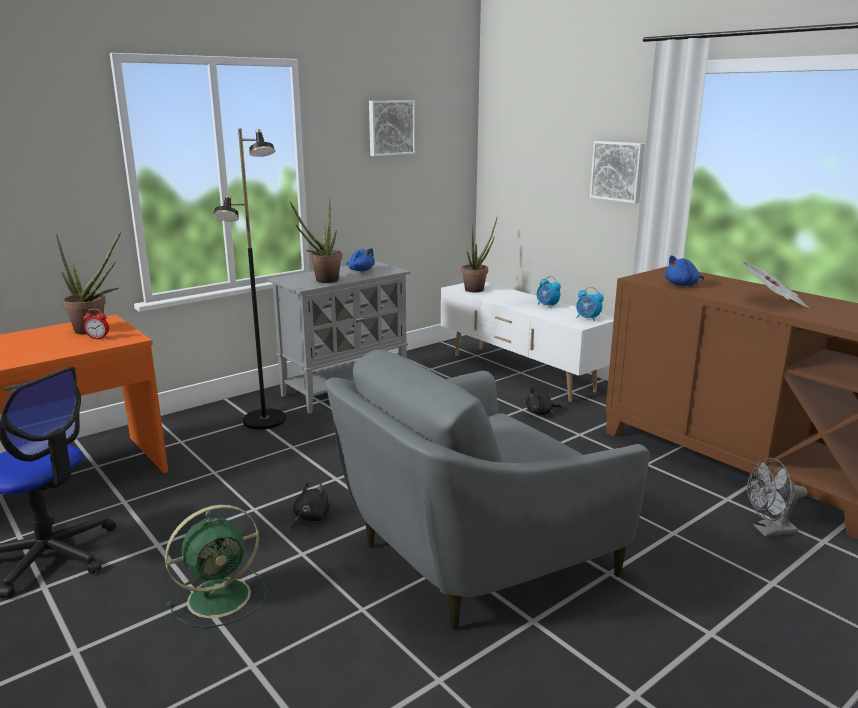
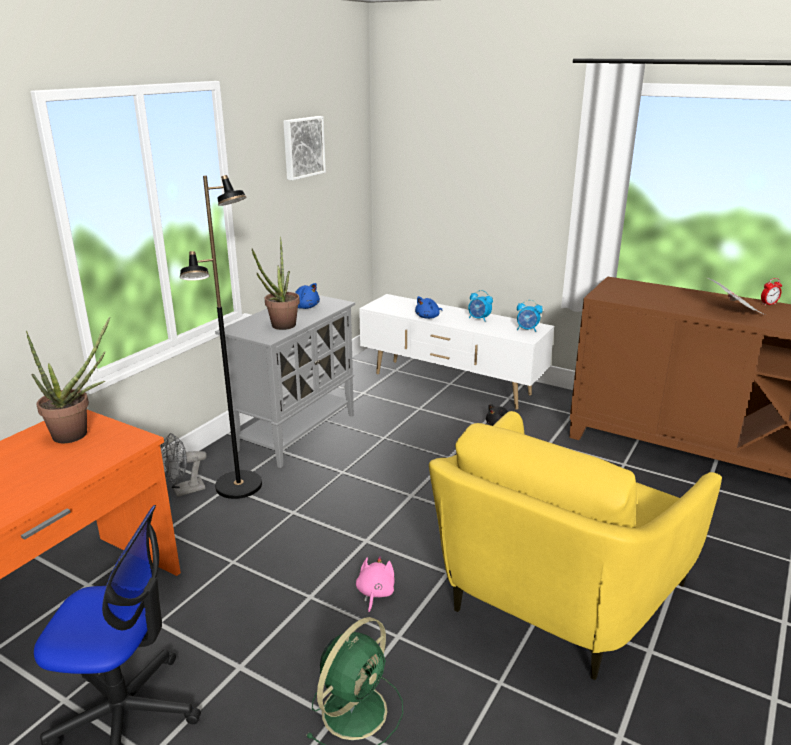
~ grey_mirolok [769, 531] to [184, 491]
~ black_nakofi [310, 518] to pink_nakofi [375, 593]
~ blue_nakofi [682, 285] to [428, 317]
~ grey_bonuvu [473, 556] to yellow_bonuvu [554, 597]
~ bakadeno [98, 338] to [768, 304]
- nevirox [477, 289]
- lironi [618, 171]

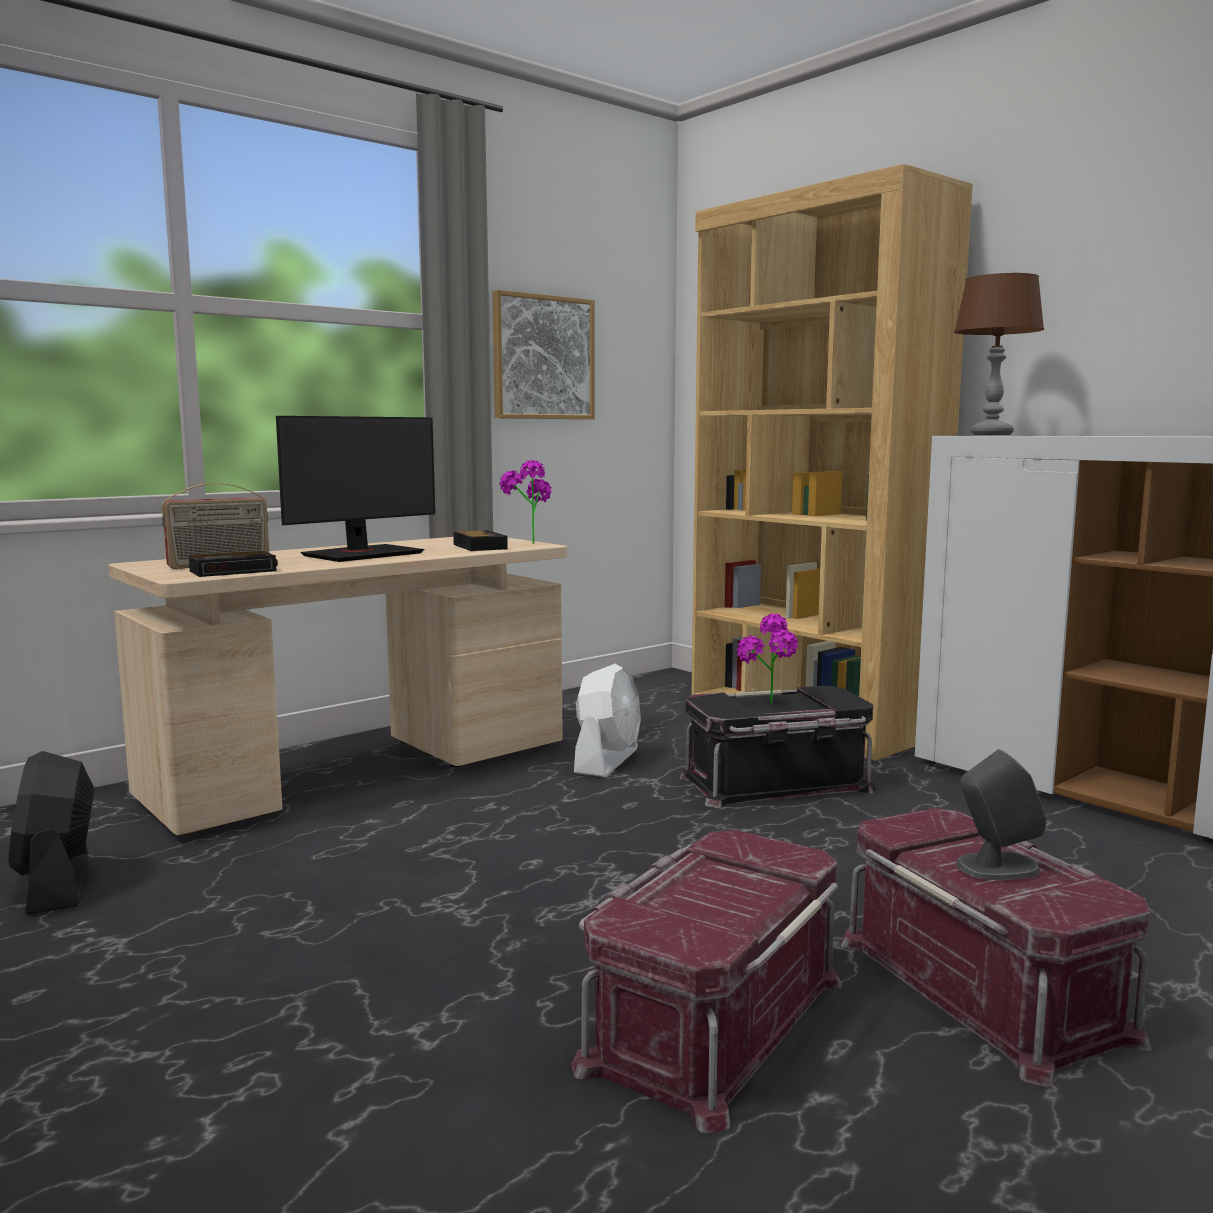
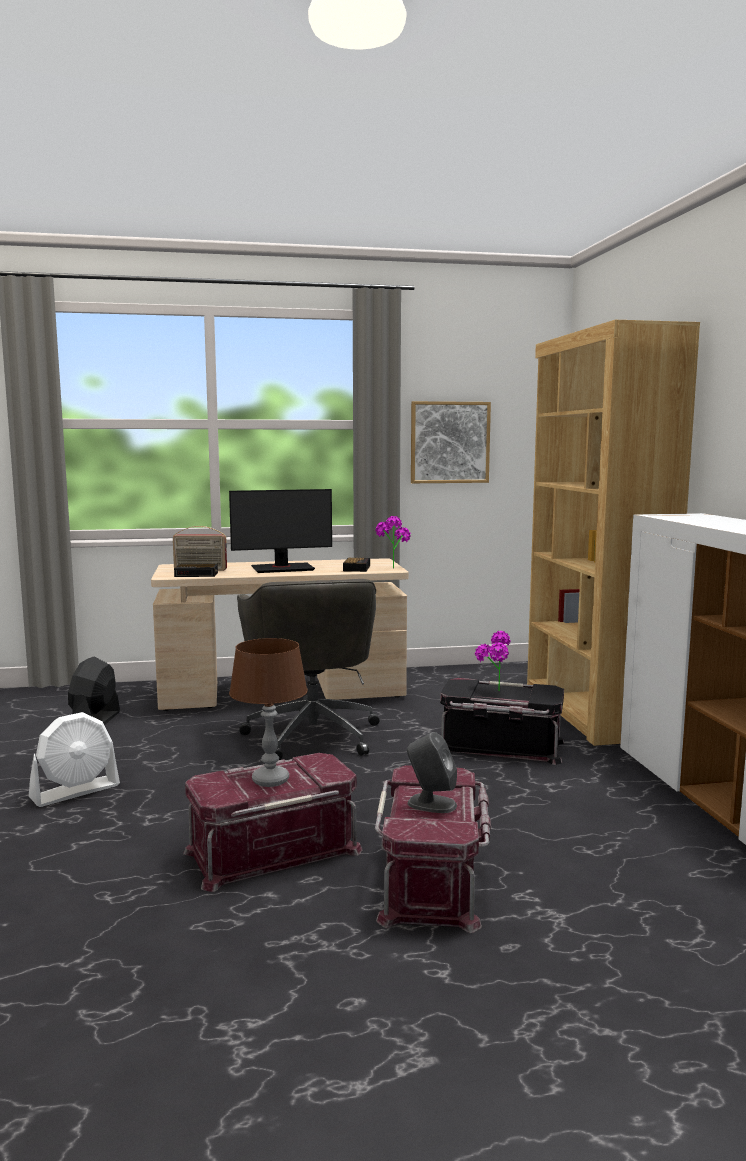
~ white_mirolok [607, 761] to [75, 791]
~ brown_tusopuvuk [991, 435] to [270, 780]
+ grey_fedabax [312, 734]

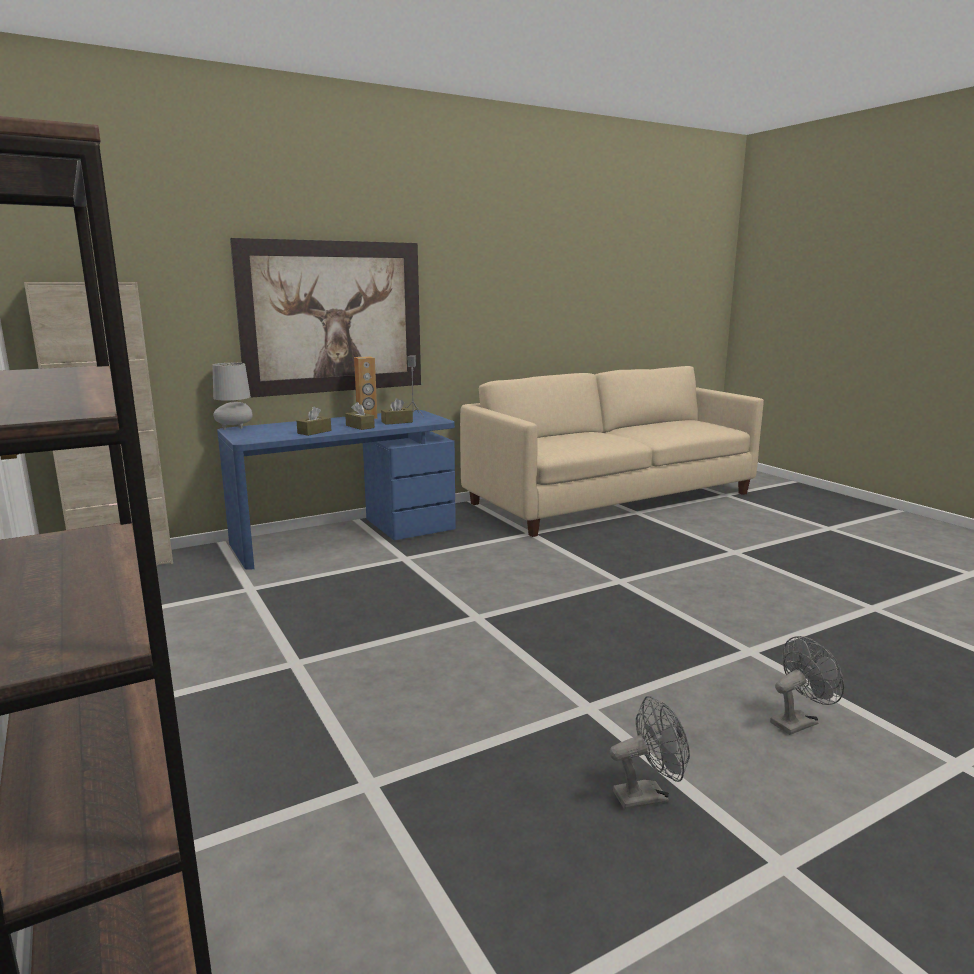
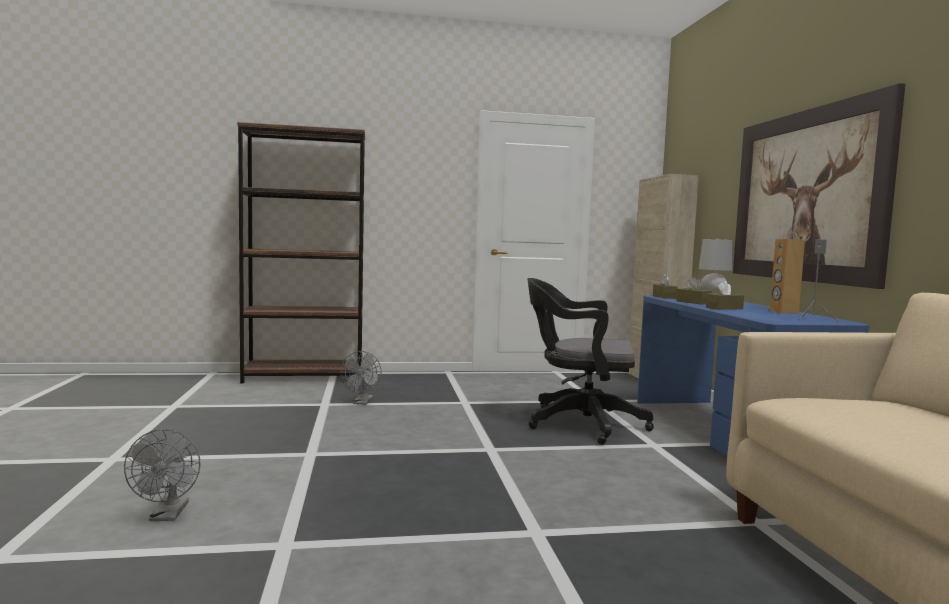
~ grey_mirolok [648, 795] to [362, 402]
+ black_fedabax [579, 423]
~ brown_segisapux [397, 422] to [664, 297]

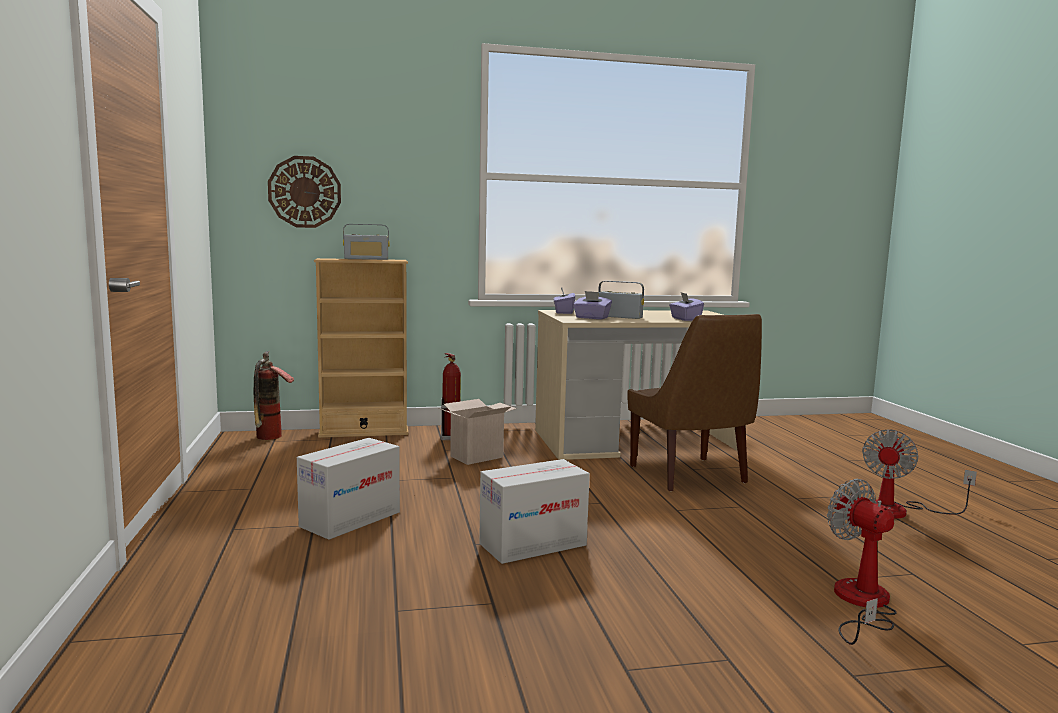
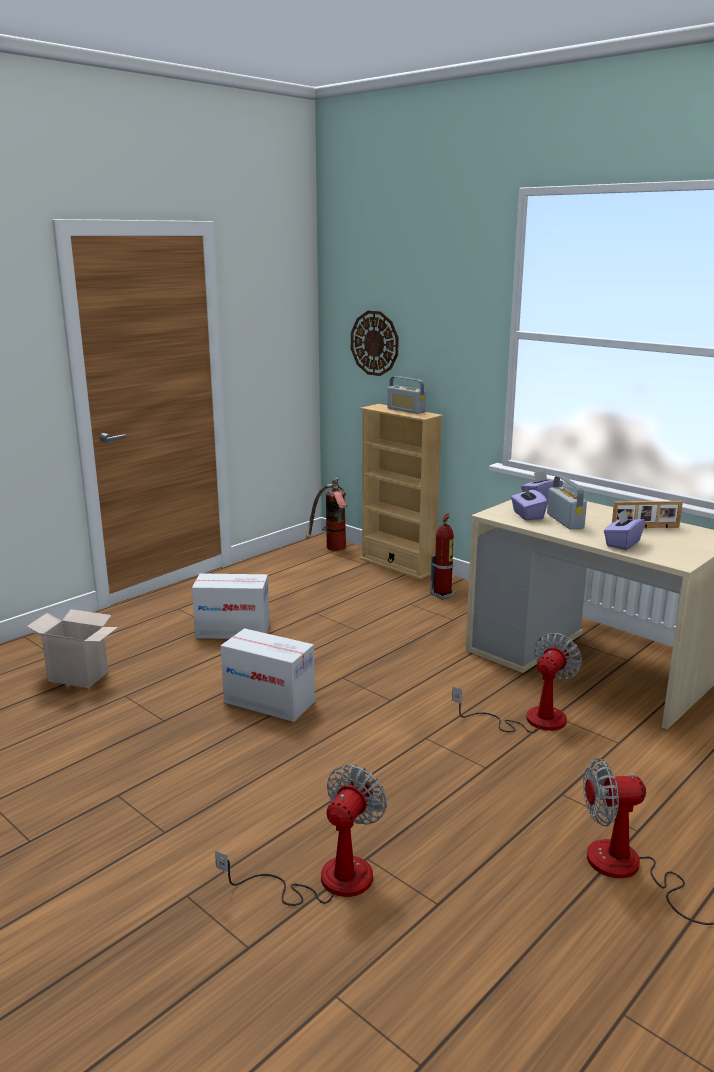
~ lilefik [477, 456] to [80, 676]
~ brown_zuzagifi [690, 476] to mirolok [530, 720]
+ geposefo [645, 527]

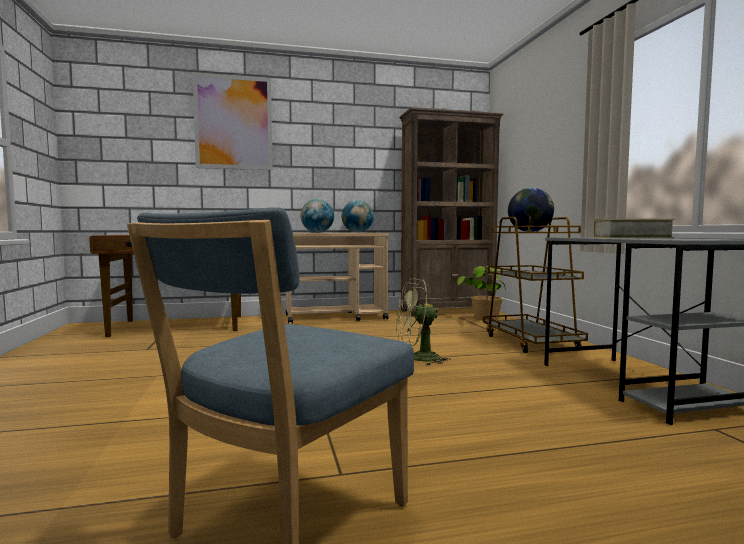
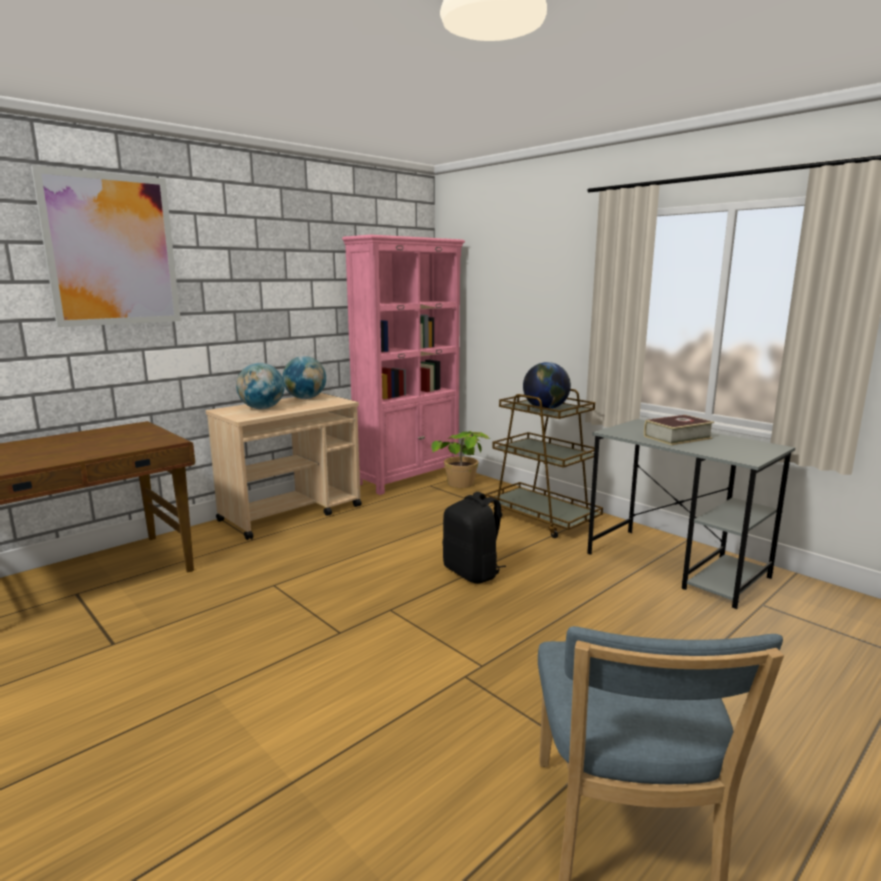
~ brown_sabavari [448, 311] to pink_sabavari [409, 477]
~ green_mirolok [418, 358] to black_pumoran [472, 572]

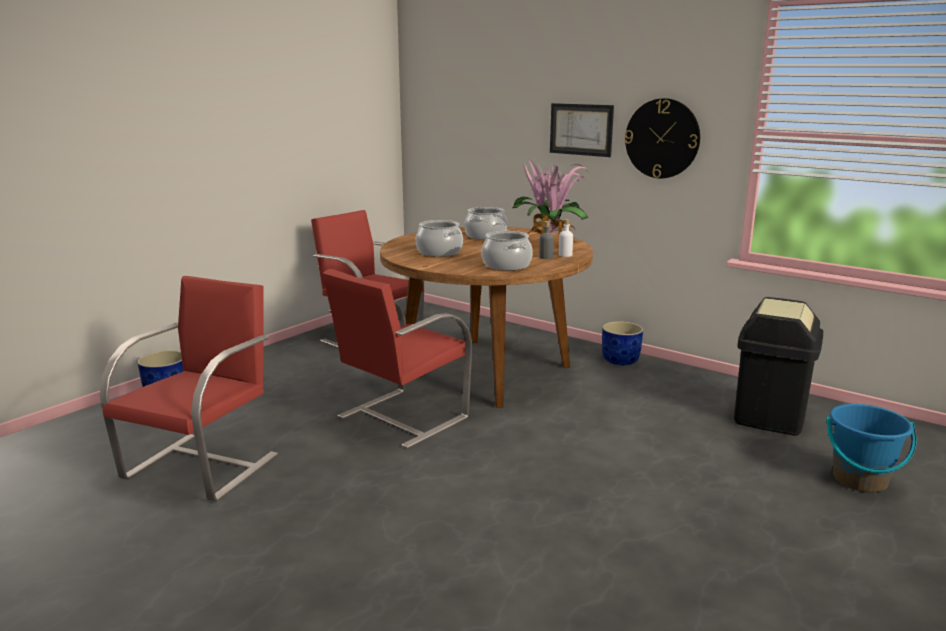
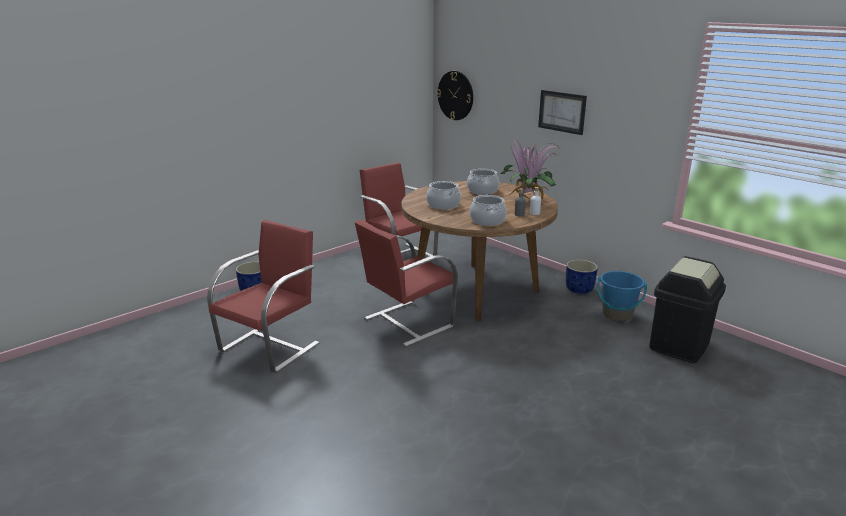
~ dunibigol [662, 138] to [455, 95]
~ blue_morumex [859, 480] to [617, 315]

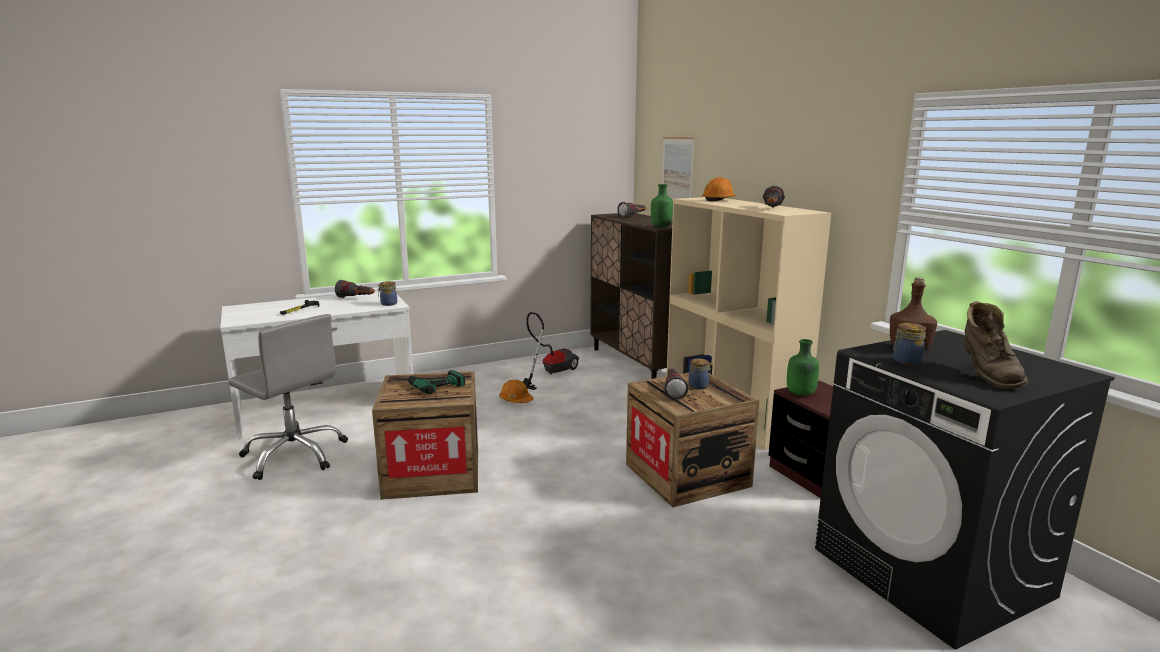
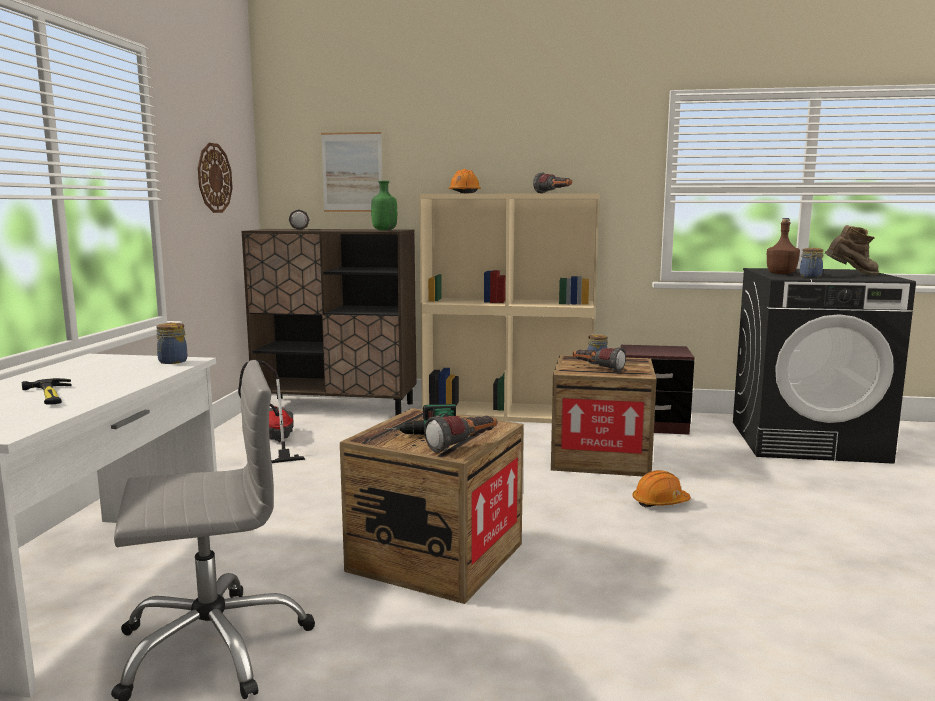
+ dunibigol [214, 178]
~ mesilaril [357, 299] to [464, 446]
~ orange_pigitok [516, 400] to [660, 502]
~ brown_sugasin [986, 376] = [852, 275] 45 degrees counterclockwise
- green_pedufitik [800, 394]

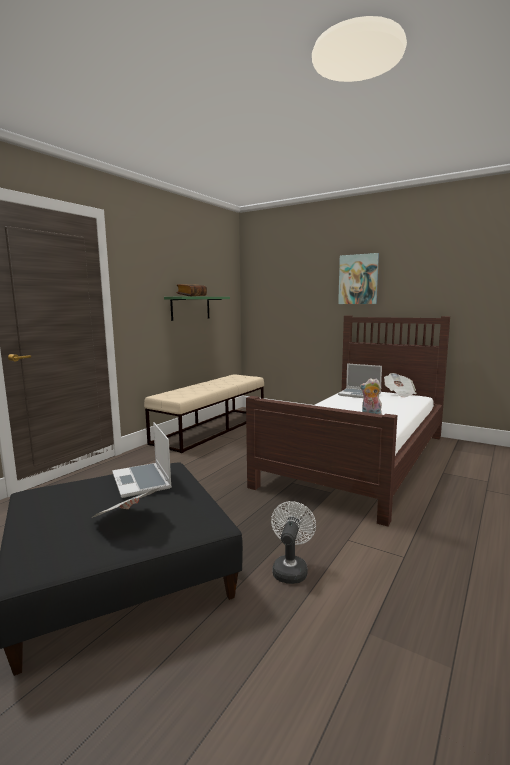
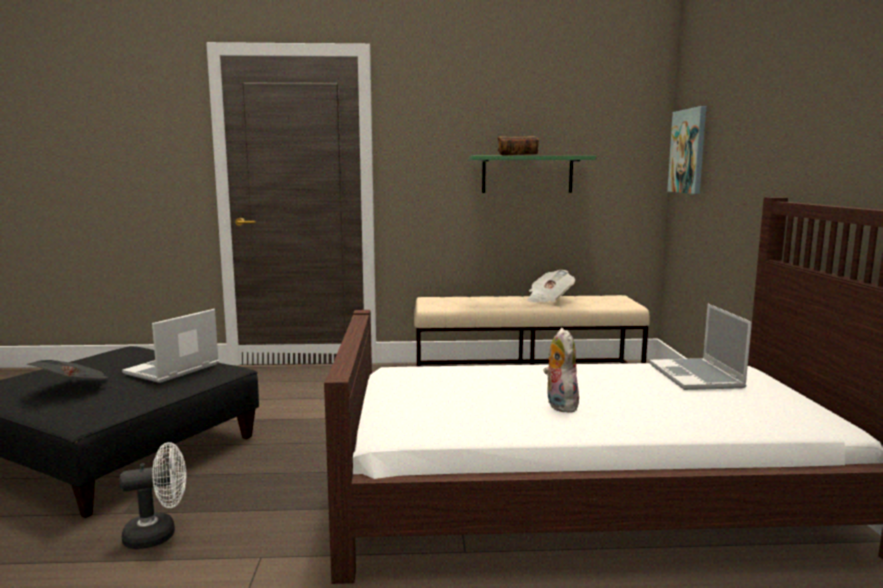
~ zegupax [399, 393] to [548, 299]
~ lironi [358, 279] to [688, 151]

